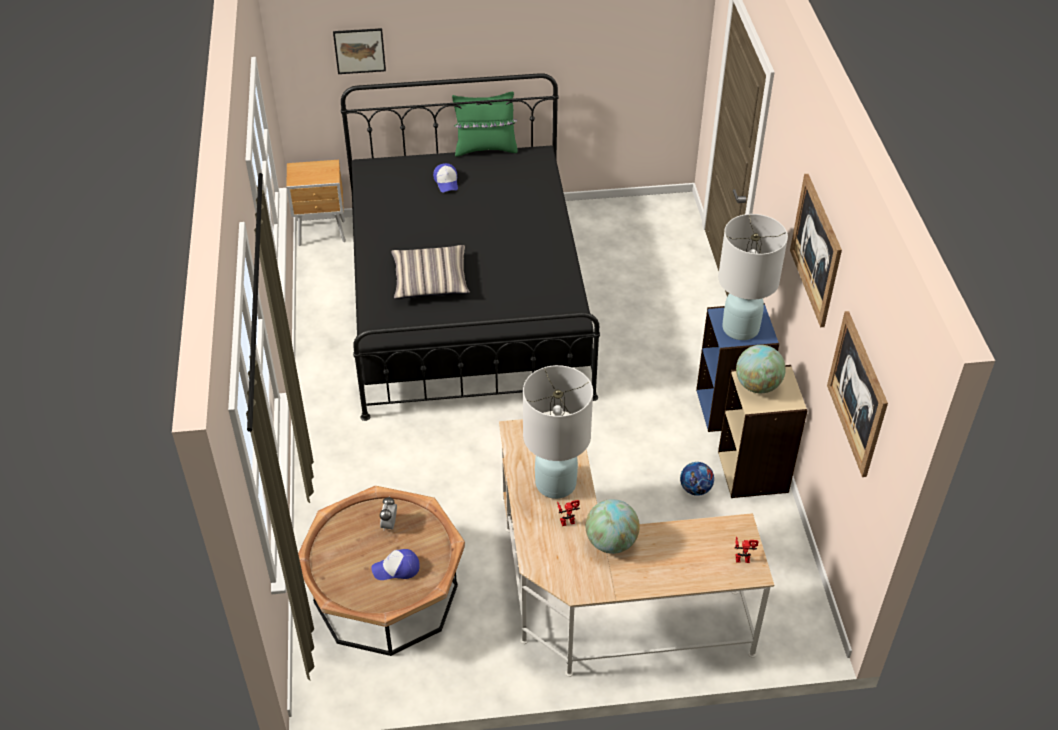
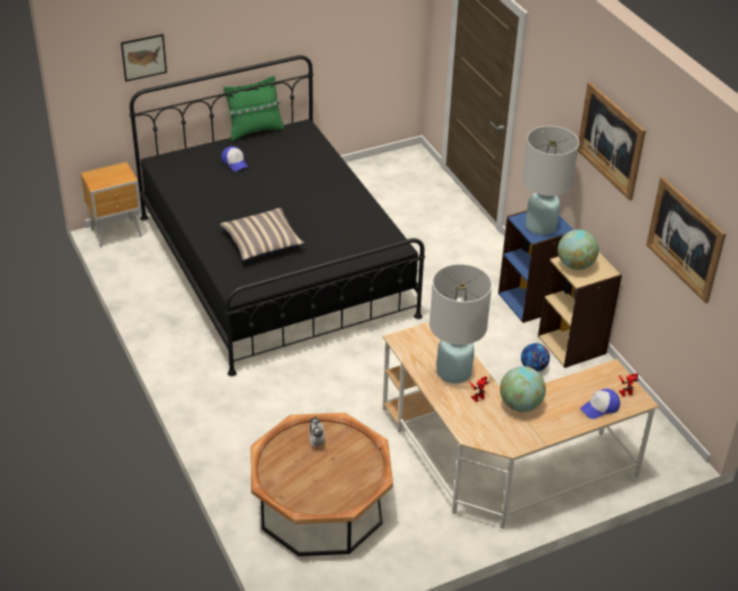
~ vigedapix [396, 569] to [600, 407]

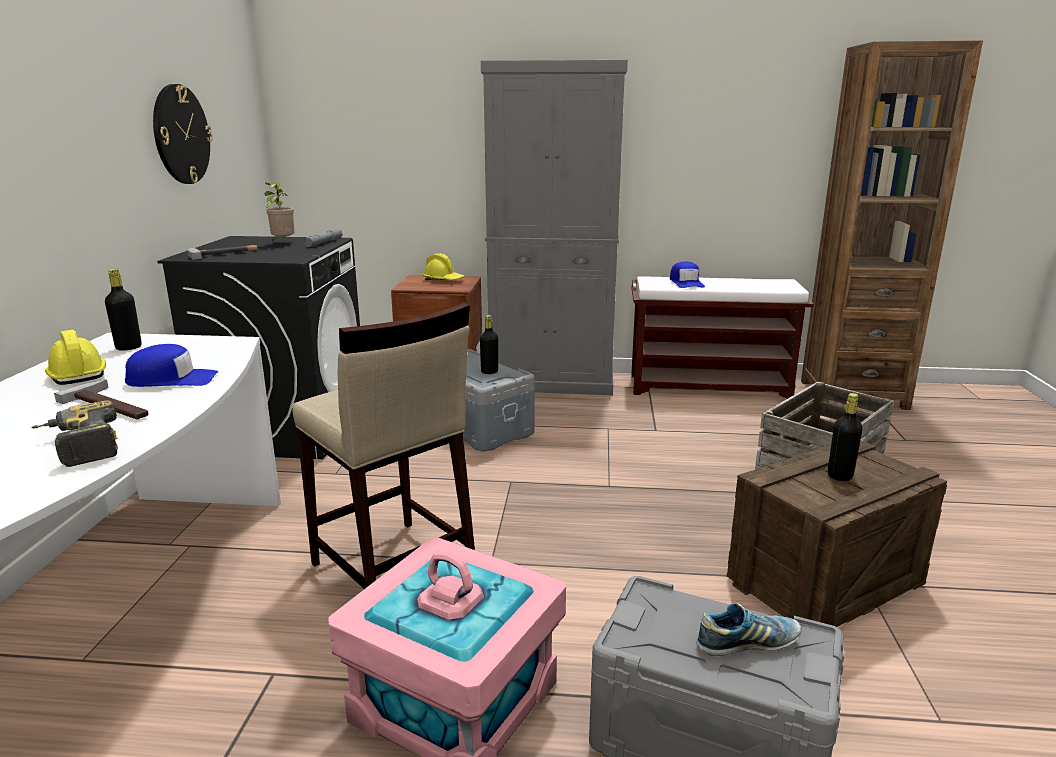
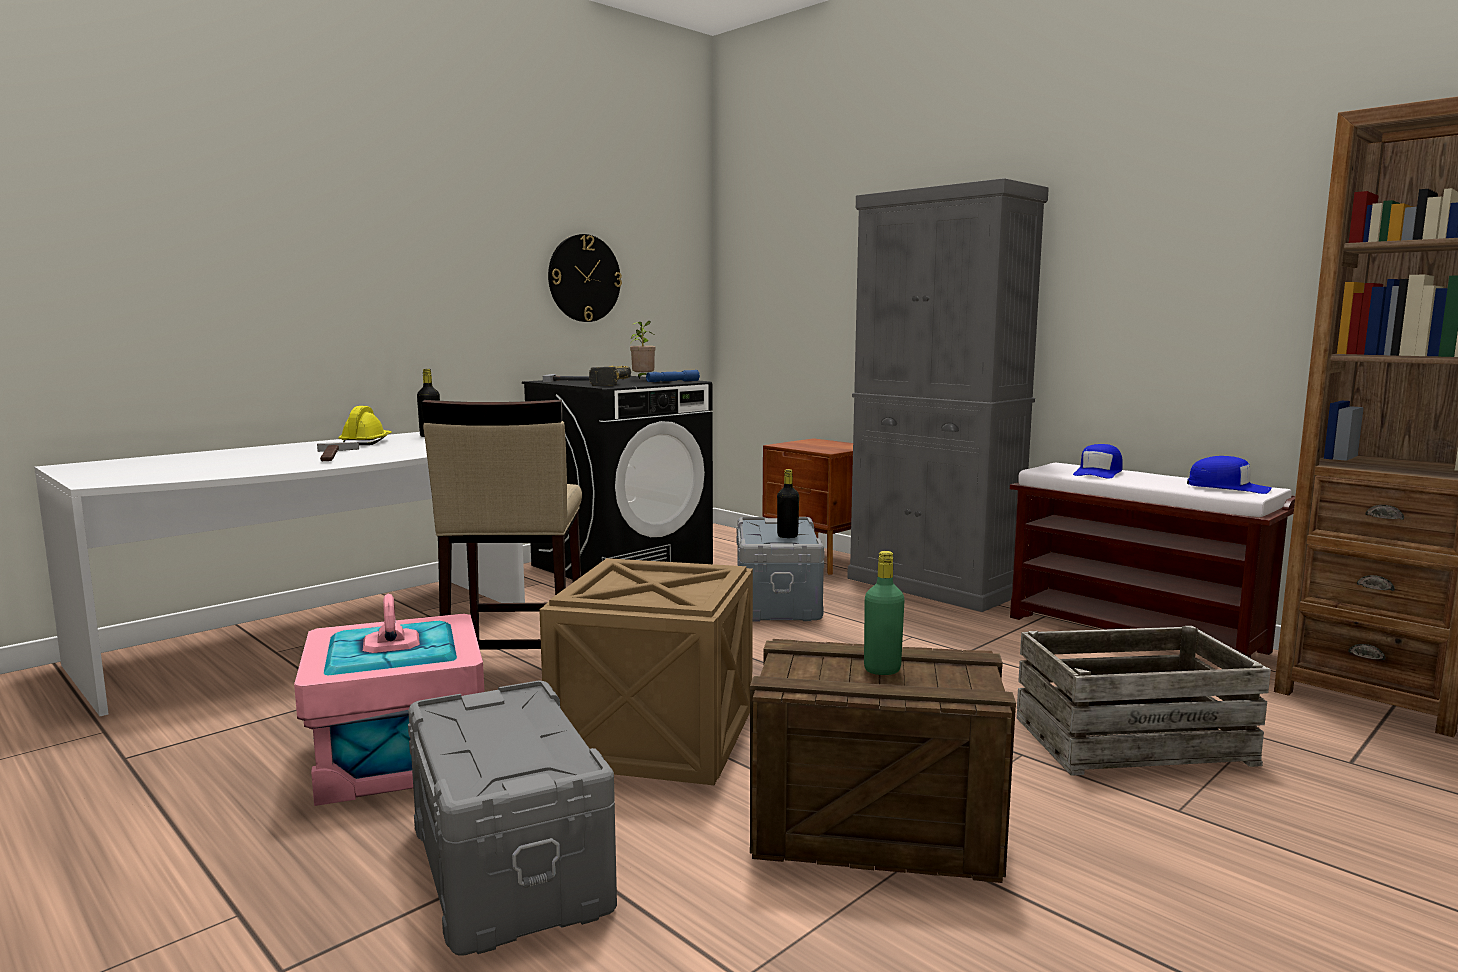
+ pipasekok [657, 737]
~ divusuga [78, 447] to [605, 384]
~ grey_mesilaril [323, 243] to blue_mesilaril [673, 382]
~ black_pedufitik [840, 476] to green_pedufitik [882, 670]
~ blue_vigedapix [172, 379] to [1228, 487]
- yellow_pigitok [443, 280]
- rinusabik [747, 644]

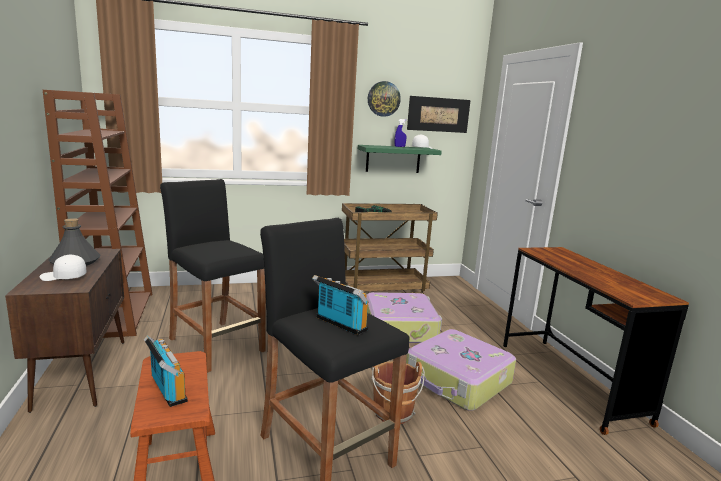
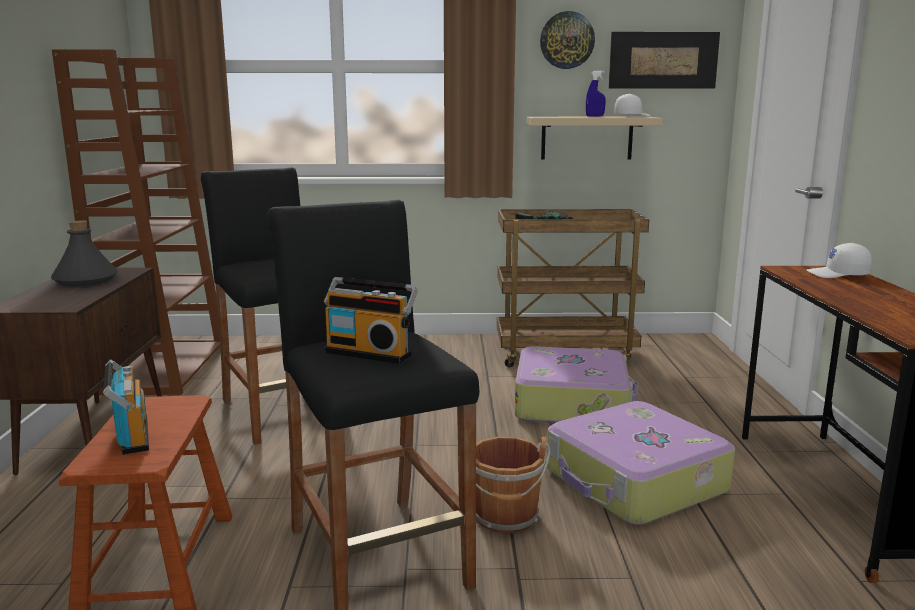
~ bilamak [339, 324] = [370, 353] 150 degrees clockwise
~ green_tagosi [393, 159] to beige_tagosi [586, 138]
~ white_vigedapix [63, 277] to [838, 274]

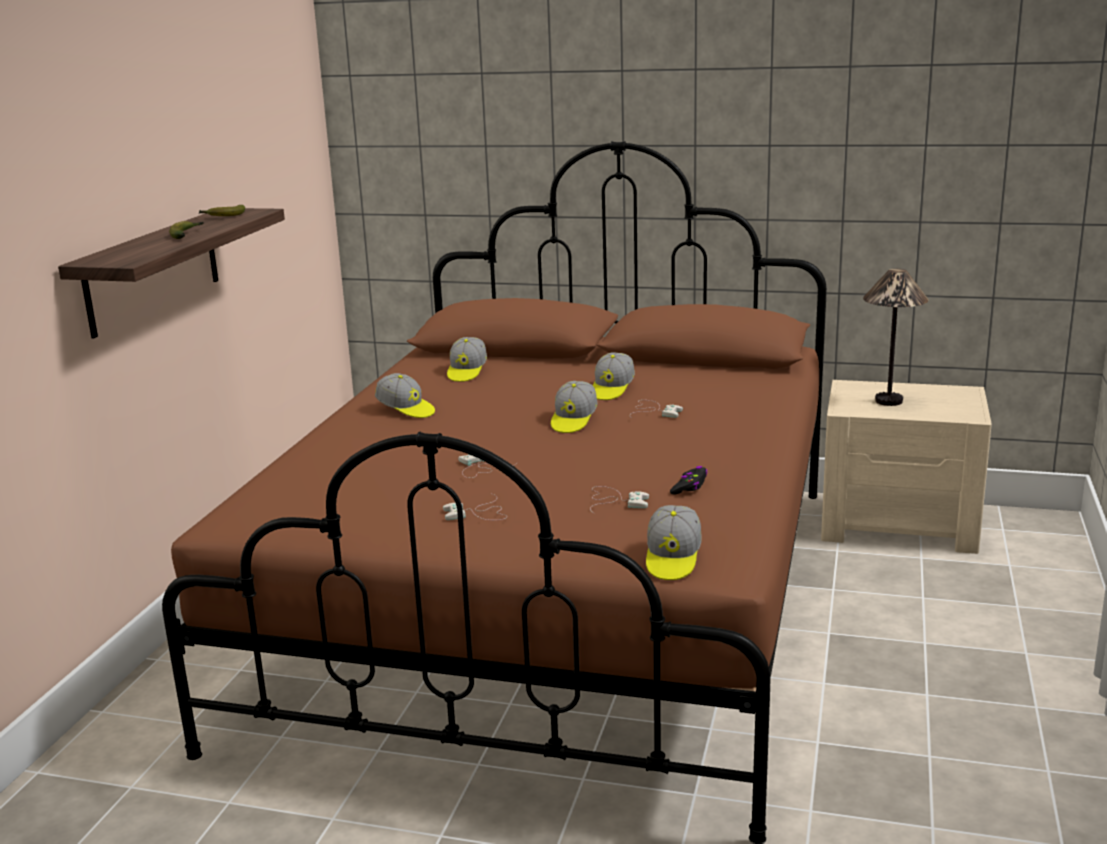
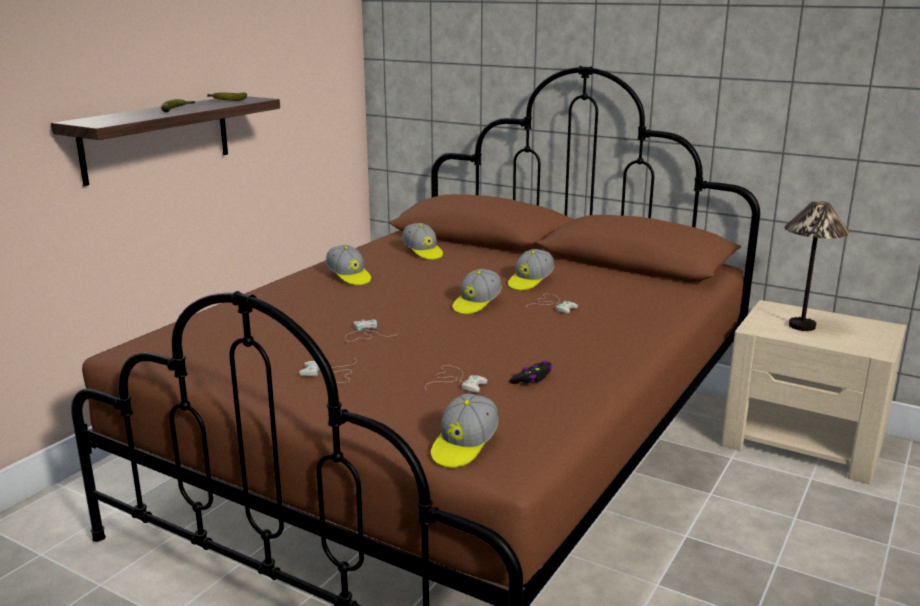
~ vigedapix [467, 372] = [423, 252] 60 degrees counterclockwise

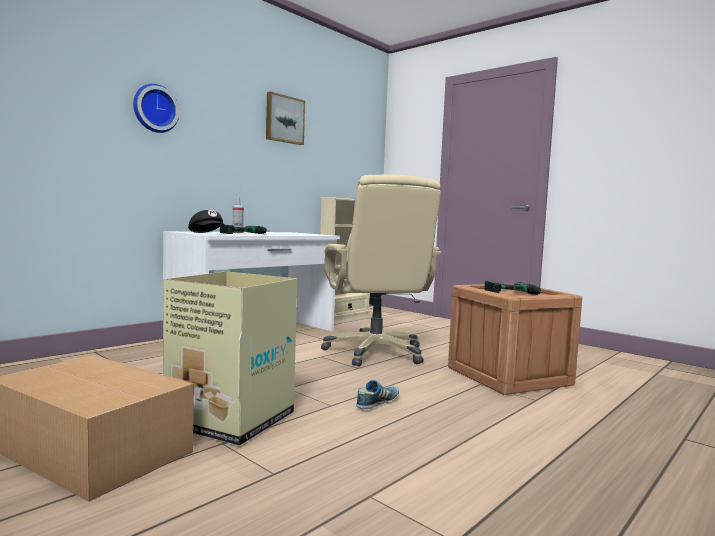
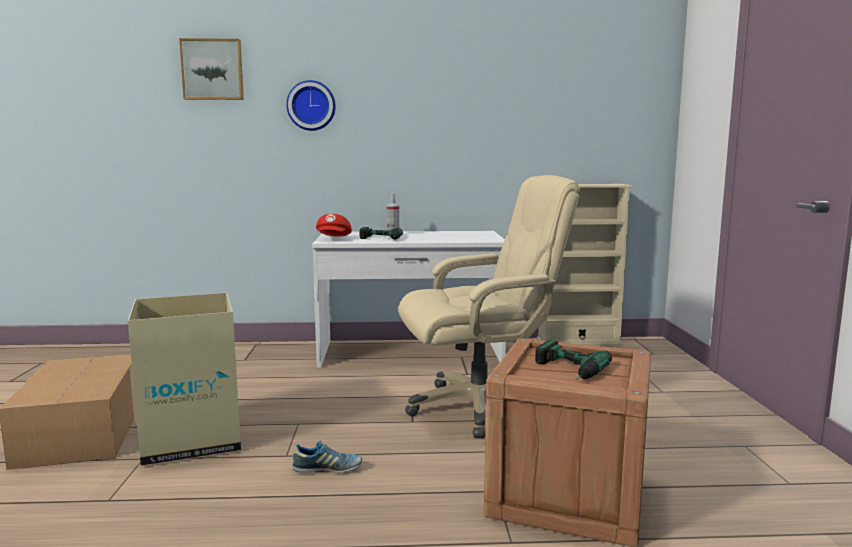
~ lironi [284, 119] to [213, 70]
~ black_vigedapix [207, 233] to red_vigedapix [334, 239]
~ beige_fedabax [375, 353] = [480, 407] 135 degrees counterclockwise

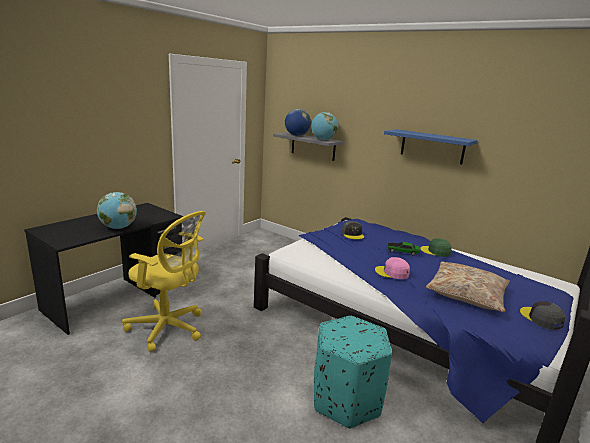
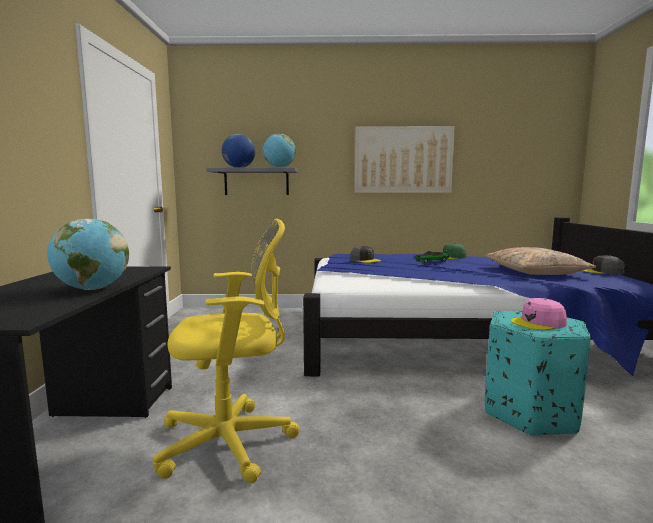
~ blue_tagosi [432, 146] to lironi [403, 160]
~ pink_vigedapix [392, 272] to [538, 323]

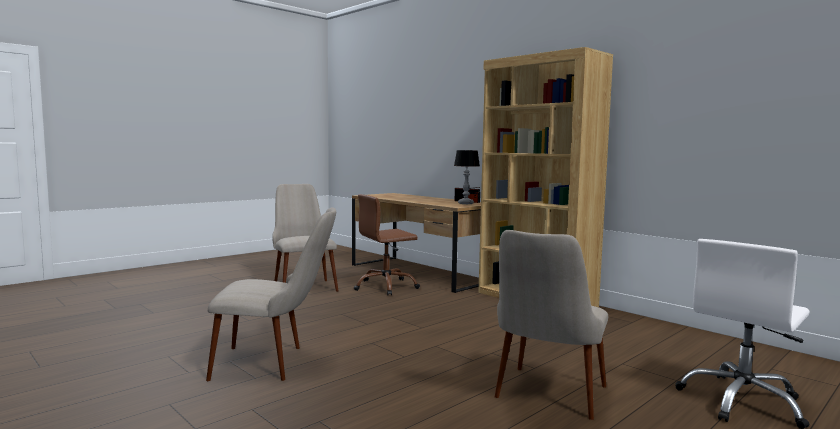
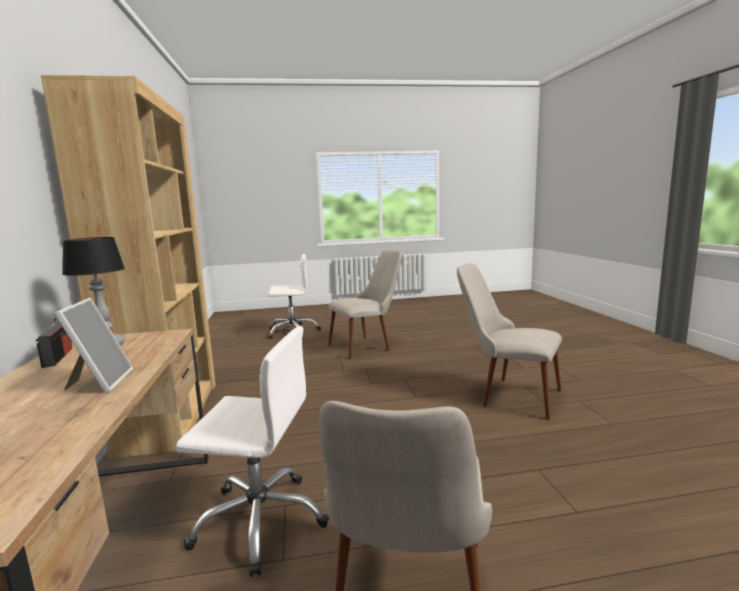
+ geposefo [100, 382]
~ brown_fedabax [386, 287] to white_fedabax [260, 520]

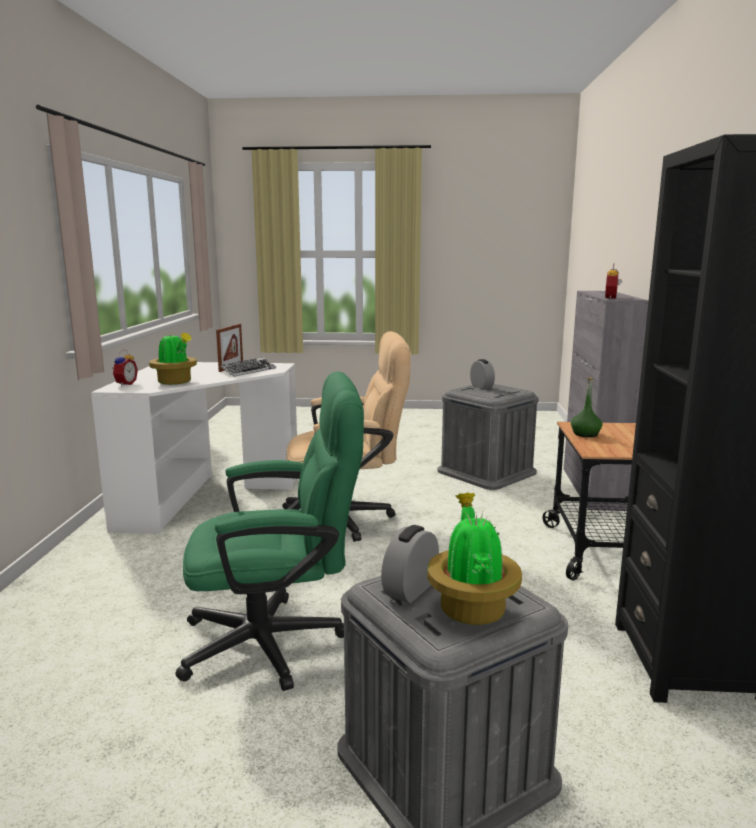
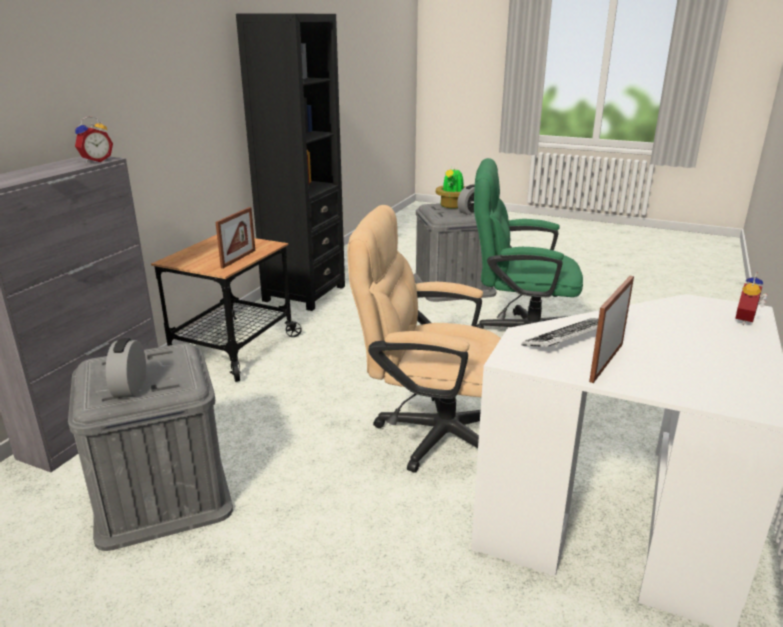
~ green_pedufitik [585, 434] to geposefo [238, 259]
- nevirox [175, 382]

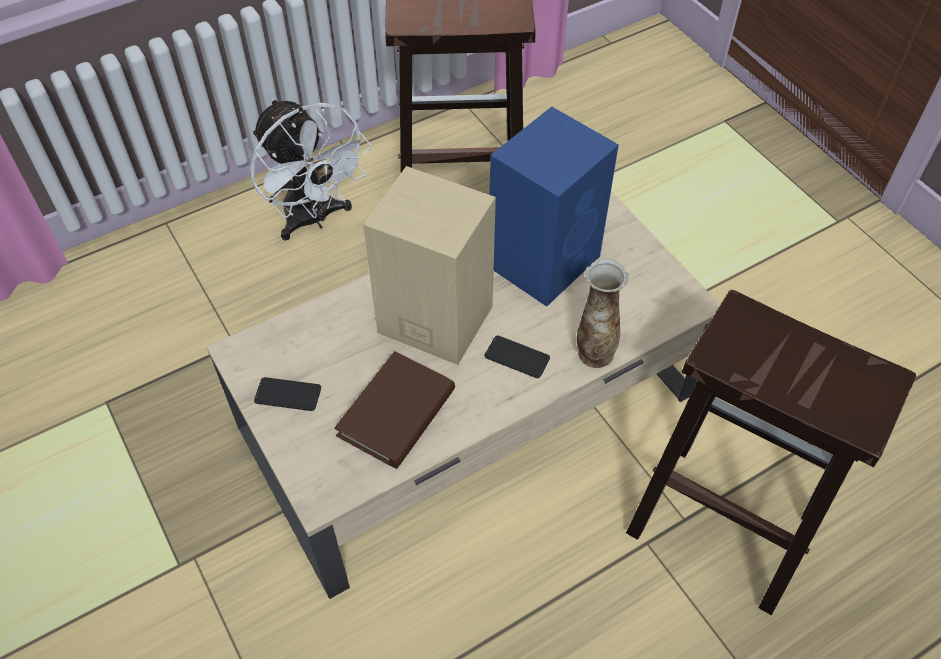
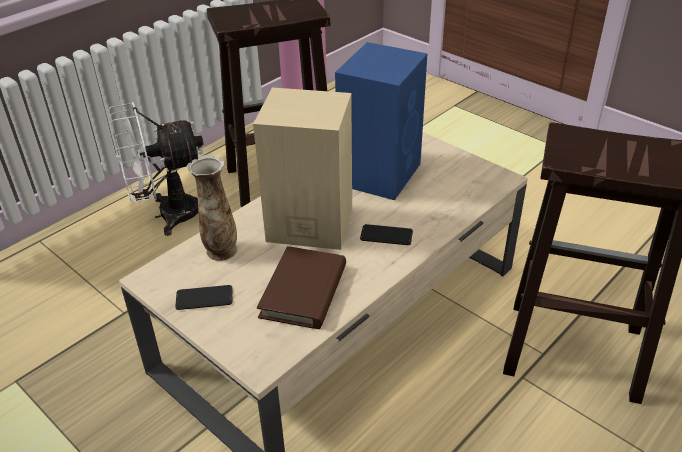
~ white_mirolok [314, 219] = [168, 215] 120 degrees clockwise
~ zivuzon [594, 352] to [220, 250]

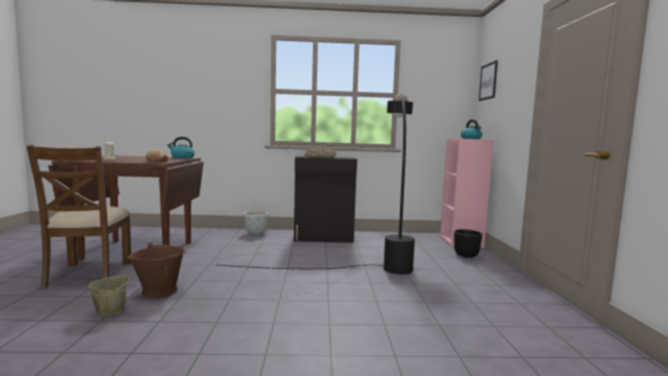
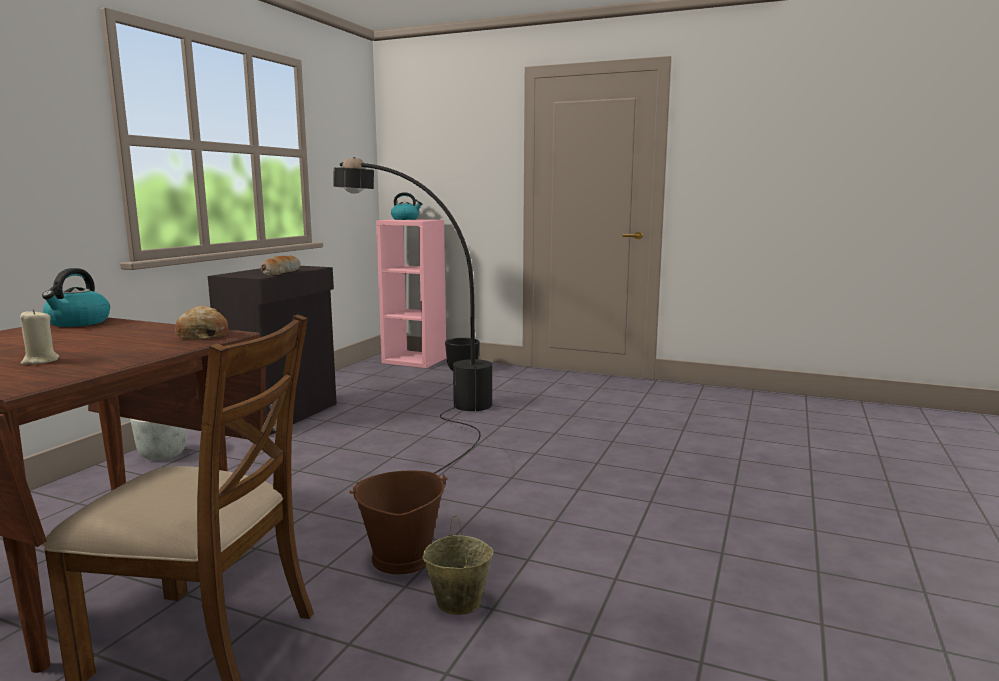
- lironi [488, 81]

